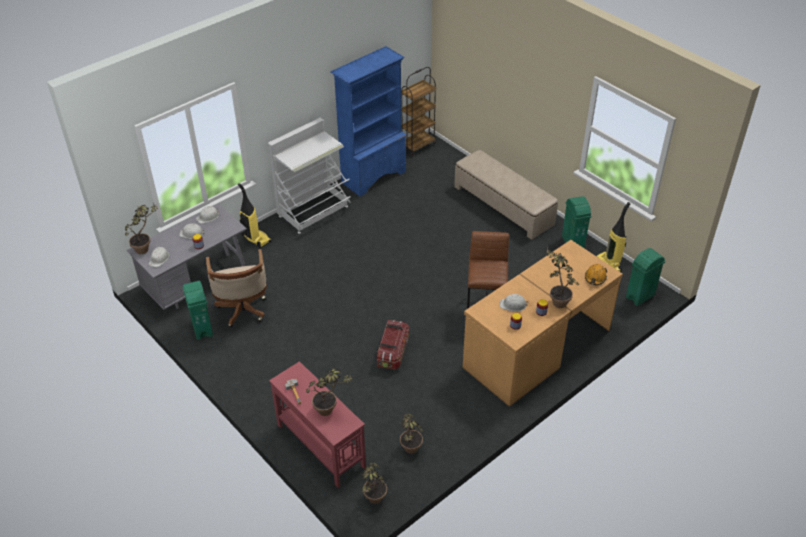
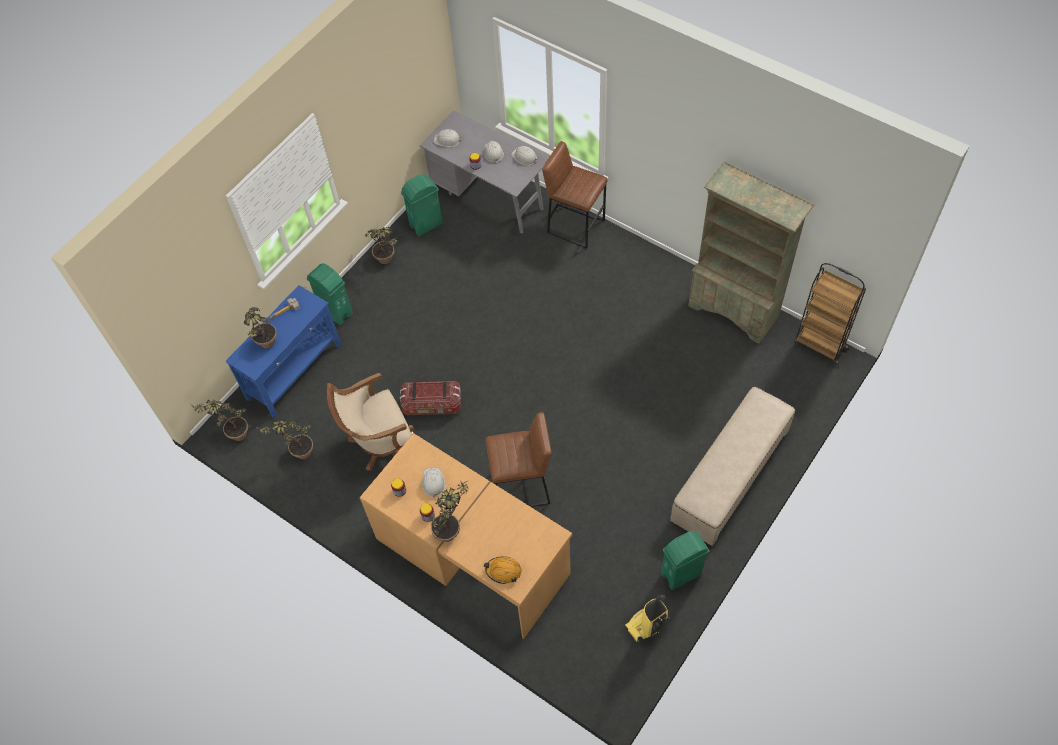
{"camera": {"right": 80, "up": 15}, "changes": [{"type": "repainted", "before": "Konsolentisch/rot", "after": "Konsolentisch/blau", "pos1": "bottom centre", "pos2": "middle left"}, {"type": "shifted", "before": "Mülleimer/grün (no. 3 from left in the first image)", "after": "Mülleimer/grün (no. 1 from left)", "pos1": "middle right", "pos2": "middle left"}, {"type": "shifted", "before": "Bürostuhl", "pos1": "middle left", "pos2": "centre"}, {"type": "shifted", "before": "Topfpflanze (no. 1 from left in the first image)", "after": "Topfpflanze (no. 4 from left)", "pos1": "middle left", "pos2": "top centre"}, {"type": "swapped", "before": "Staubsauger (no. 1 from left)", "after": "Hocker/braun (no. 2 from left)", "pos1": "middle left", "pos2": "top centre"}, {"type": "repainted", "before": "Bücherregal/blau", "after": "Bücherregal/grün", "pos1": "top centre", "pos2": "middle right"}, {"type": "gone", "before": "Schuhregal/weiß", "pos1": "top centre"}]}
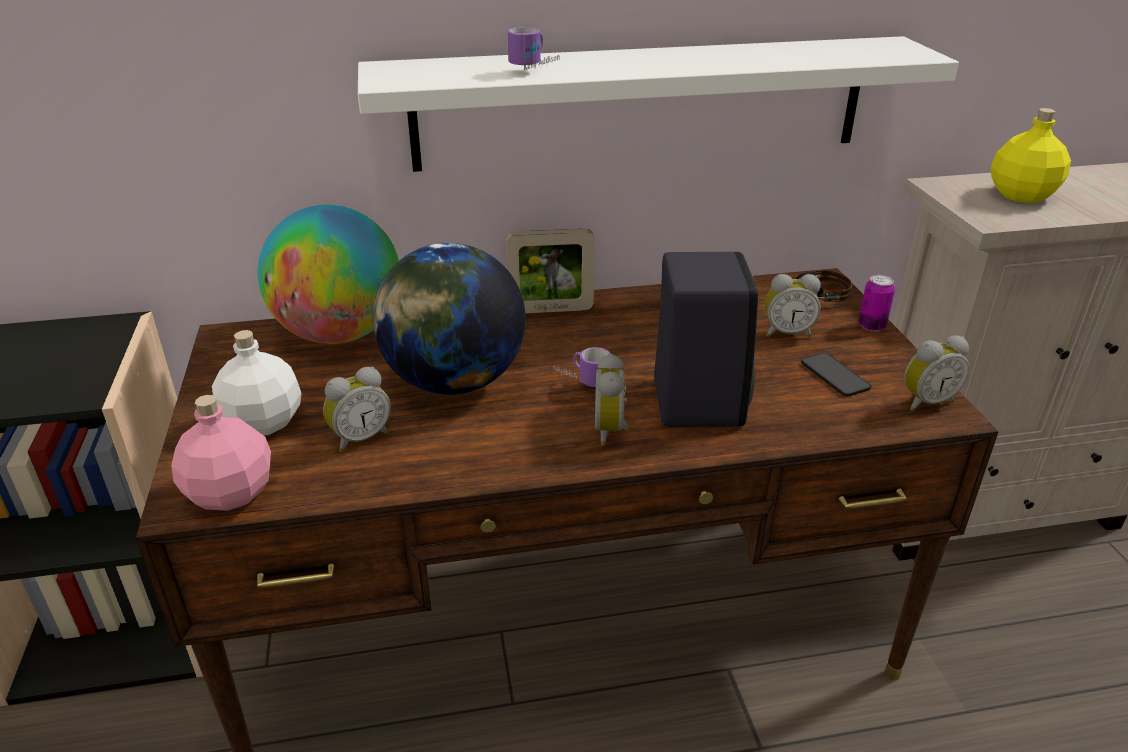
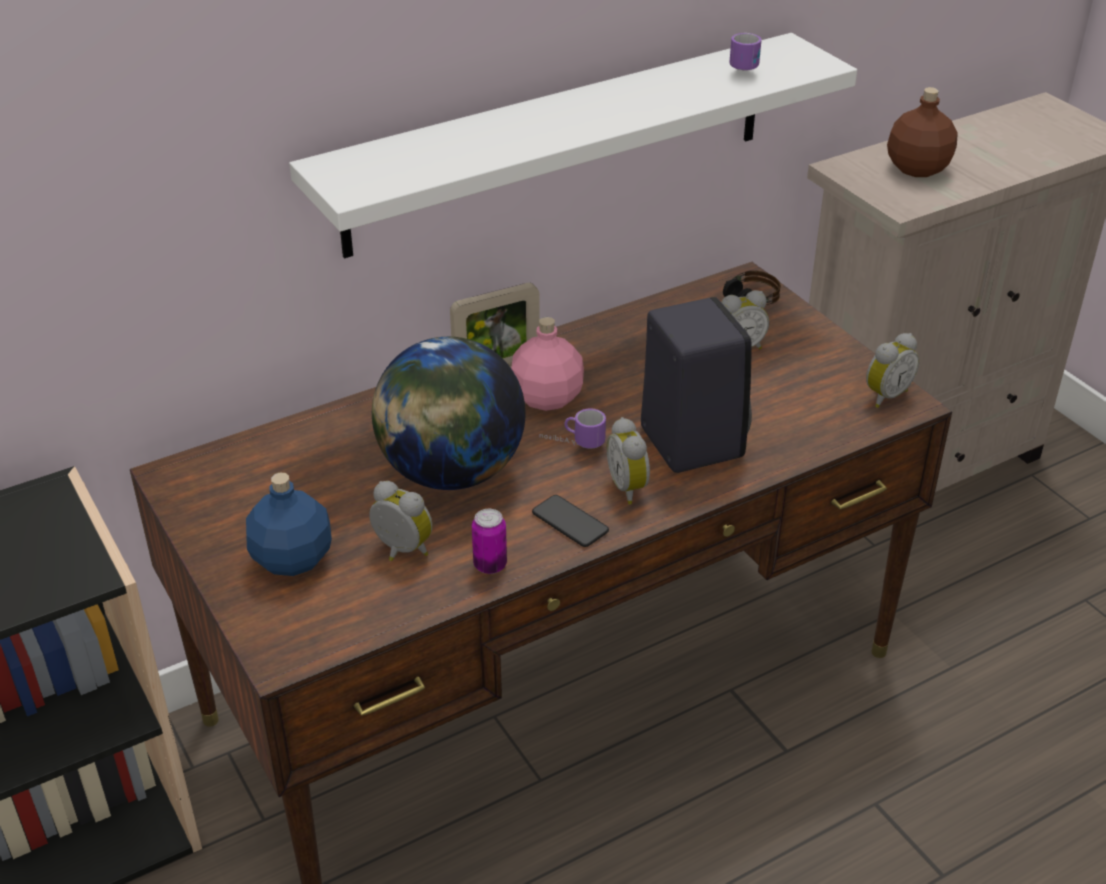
{"camera": {"right": -20, "up": 5}, "changes": [{"type": "repainted", "before": "Flasche/weiß", "after": "Flasche/blau", "pos1": "middle left", "pos2": "middle left"}, {"type": "rotated", "before": "Wecker (no. 1 from left)", "pos1": "middle left", "pos2": "centre", "turn": -90}, {"type": "shifted", "before": "Dose", "pos1": "middle right", "pos2": "centre"}, {"type": "shifted", "before": "Flasche/rosa", "pos1": "middle left", "pos2": "centre"}, {"type": "shifted", "before": "Handy", "pos1": "middle right", "pos2": "centre"}, {"type": "shifted", "before": "Henkelbecher (no. 1 from left in the first image)", "after": "Henkelbecher (no. 2 from left)", "pos1": "top centre", "pos2": "top right"}, {"type": "repainted", "before": "Flasche/gelb", "after": "Flasche/braun", "pos1": "top right", "pos2": "top right"}, {"type": "gone", "before": "Globus (no. 1 from left)", "pos1": "middle left"}]}
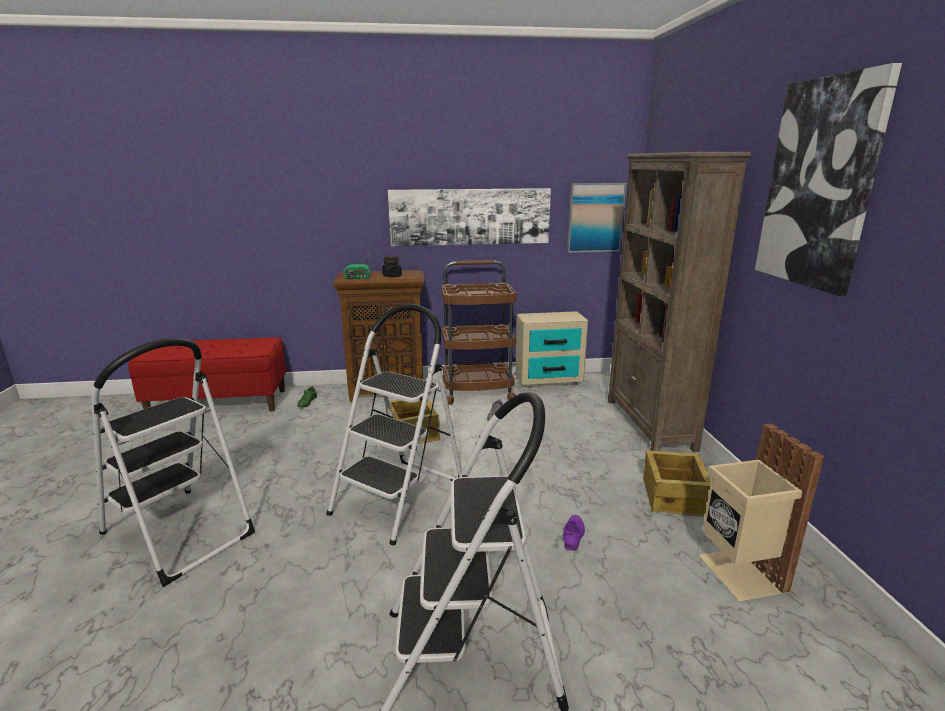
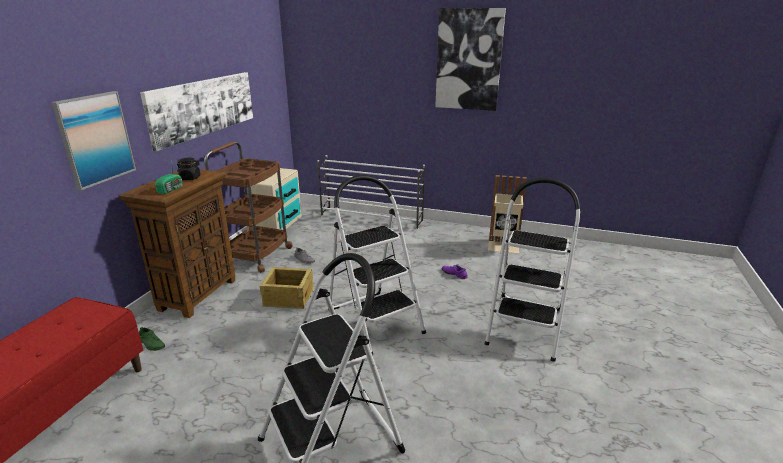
{"camera": {"right": -65, "up": 5}, "changes": [{"type": "shifted", "before": "Bild (no. 2 from left in the first image)", "after": "Bild (no. 1 from left)", "pos1": "top centre", "pos2": "top left"}, {"type": "swapped", "before": "Bücherregal/braun", "after": "Schuhregal/weiß", "pos1": "middle right", "pos2": "centre"}, {"type": "gone", "before": "Kiste (no. 2 from left)", "pos1": "bottom right"}]}
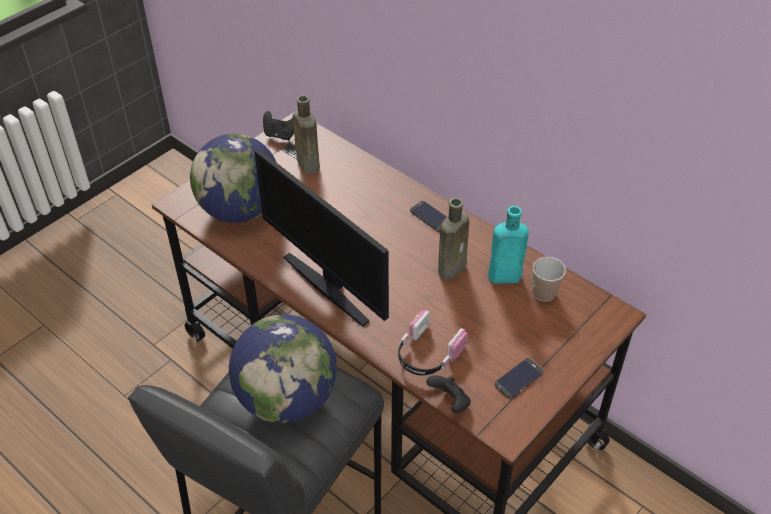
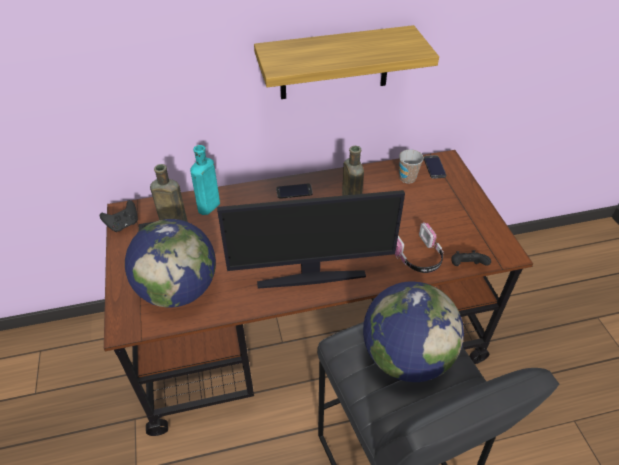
{"camera": {"right": -55, "up": 0}, "changes": [{"type": "shifted", "before": "Flasche/türkis", "pos1": "centre", "pos2": "middle left"}, {"type": "new", "after": "Wandregal", "pos2": "top centre"}, {"type": "shifted", "before": "Handy (no. 2 from left)", "pos1": "bottom right", "pos2": "middle right"}]}
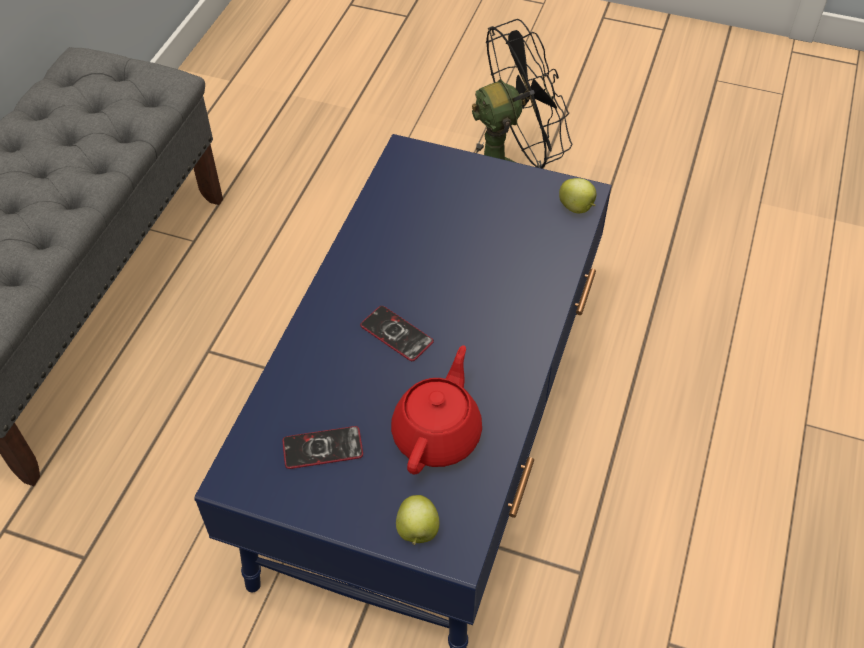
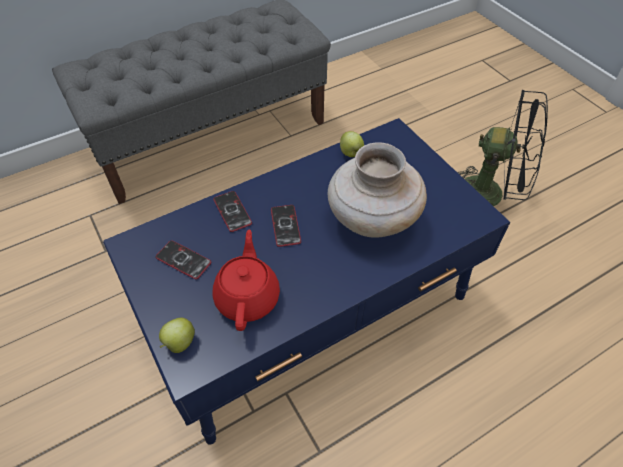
{"camera": {"right": 40, "up": 0}, "changes": [{"type": "new", "after": "Handy (no. 2 from left)", "pos2": "centre"}, {"type": "rotated", "before": "Teekanne/rot", "pos1": "centre", "pos2": "centre", "turn": -60}, {"type": "new", "after": "Vase/beige", "pos2": "centre"}, {"type": "shifted", "before": "Apfel (no. 2 from left)", "pos1": "top right", "pos2": "top centre"}]}
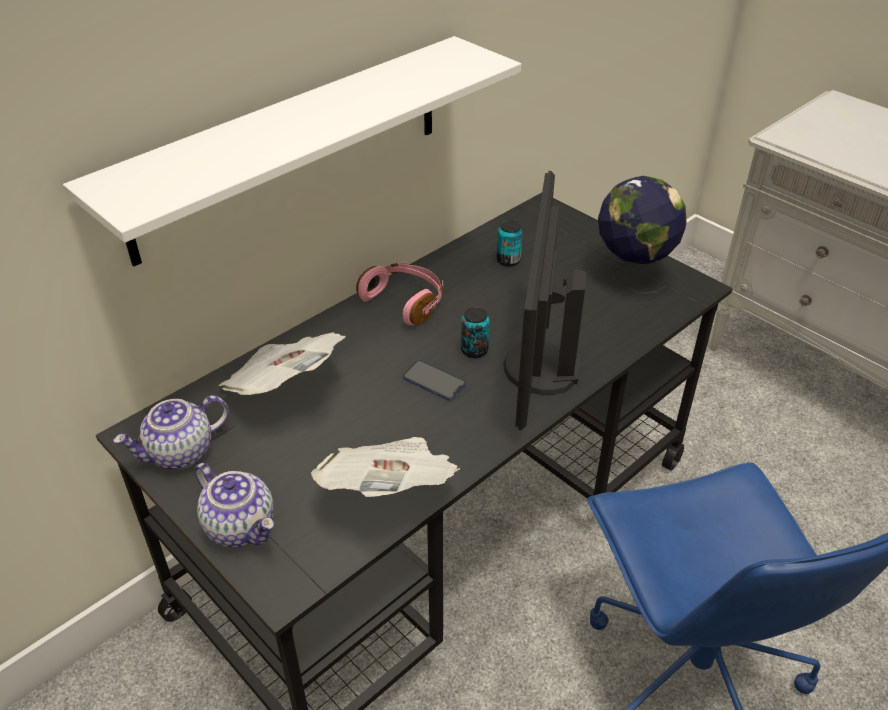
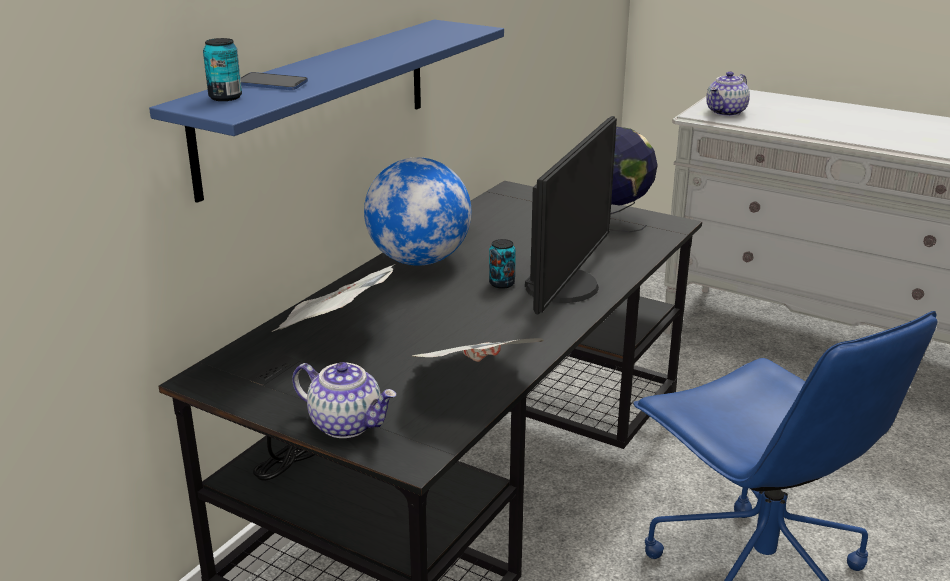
{"camera": {"right": -15, "up": -15}, "changes": [{"type": "repainted", "before": "Wandregal/weiß", "after": "Wandregal/blau", "pos1": "top left", "pos2": "top centre"}, {"type": "shifted", "before": "Dose (no. 2 from left in the first image)", "after": "Dose (no. 1 from left)", "pos1": "centre", "pos2": "top left"}, {"type": "shifted", "before": "Handy", "pos1": "centre", "pos2": "top left"}, {"type": "swapped", "before": "Kopfhörer/rosa", "after": "Globus (no. 1 from left)", "pos1": "centre", "pos2": "centre"}, {"type": "rotated", "before": "Monitor", "pos1": "centre", "pos2": "centre", "turn": -150}, {"type": "shifted", "before": "Teekanne (no. 1 from left in the first image)", "after": "Teekanne (no. 2 from left)", "pos1": "middle left", "pos2": "top right"}]}
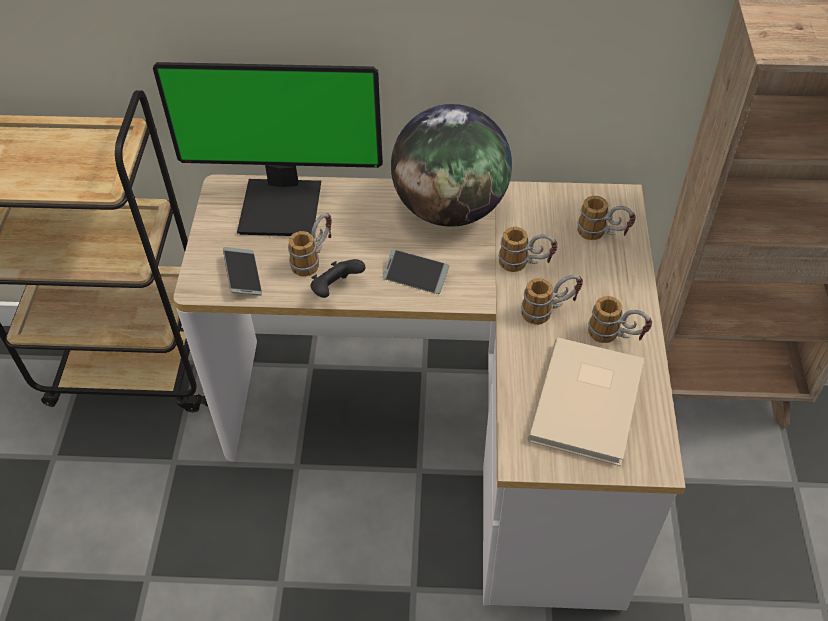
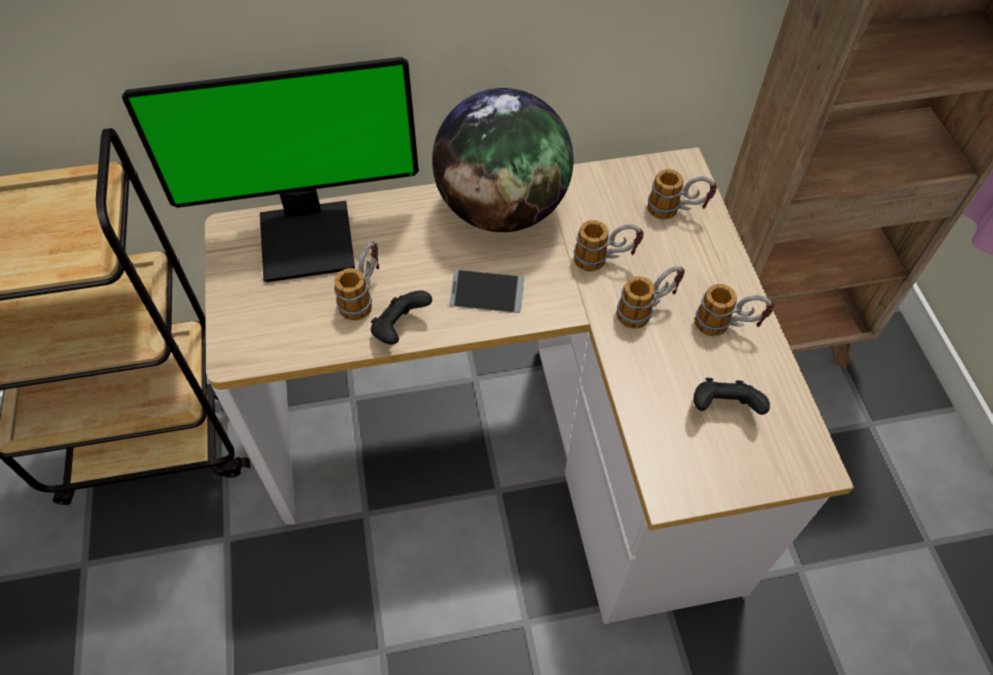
{"camera": {"right": -15, "up": 5}, "changes": [{"type": "swapped", "before": "Buch/beige", "after": "Gamepad/schwarz (no. 2 from left)", "pos1": "middle right", "pos2": "middle right"}, {"type": "gone", "before": "Handy (no. 1 from left)", "pos1": "middle left"}]}
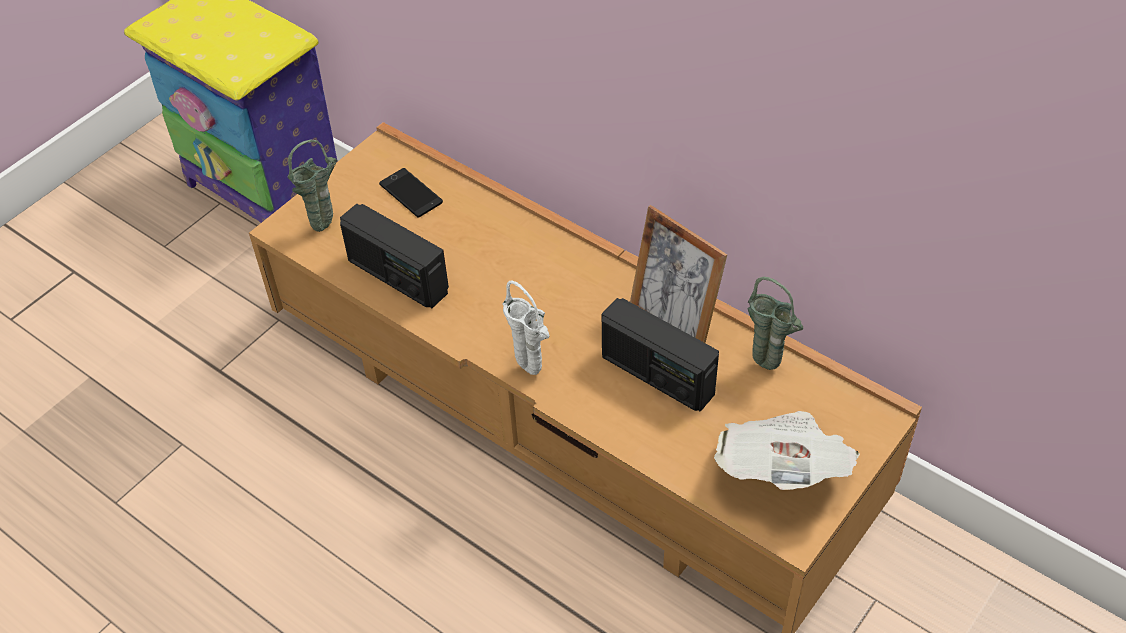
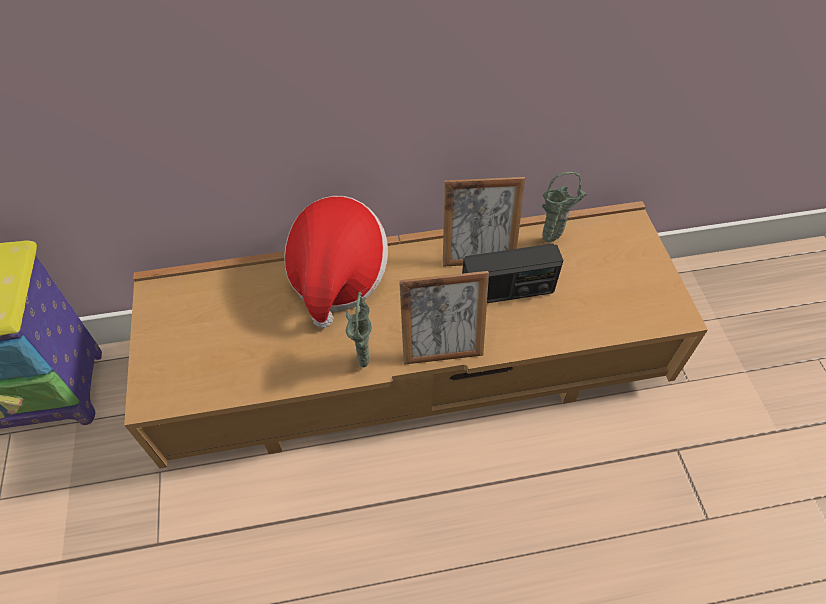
{"camera": {"right": -50, "up": 5}, "changes": [{"type": "new", "after": "Hut", "pos2": "centre"}, {"type": "shifted", "before": "Vase/grün (no. 1 from left)", "pos1": "top left", "pos2": "centre"}, {"type": "swapped", "before": "Vase/weiß", "after": "Bilderrahmen (no. 1 from left)", "pos1": "centre", "pos2": "centre"}, {"type": "gone", "before": "Radio (no. 1 from left)", "pos1": "centre"}, {"type": "gone", "before": "Handy", "pos1": "top centre"}, {"type": "gone", "before": "Zeitung", "pos1": "bottom right"}]}
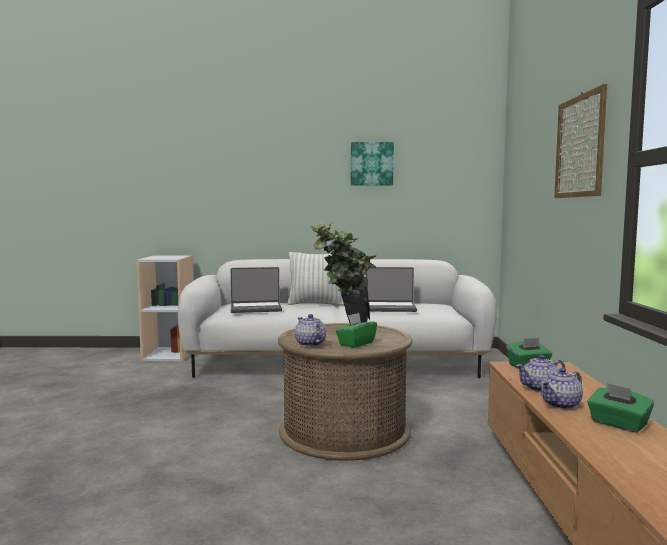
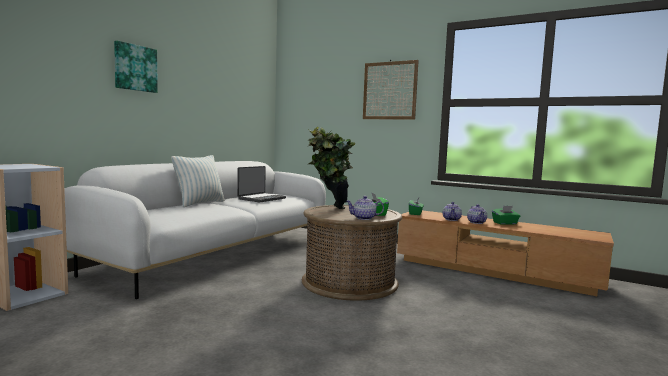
{"camera": {"right": -60, "up": 0}, "changes": [{"type": "shifted", "before": "Bild (no. 1 from left)", "pos1": "top centre", "pos2": "top left"}, {"type": "gone", "before": "Laptop (no. 1 from left)", "pos1": "centre"}]}
